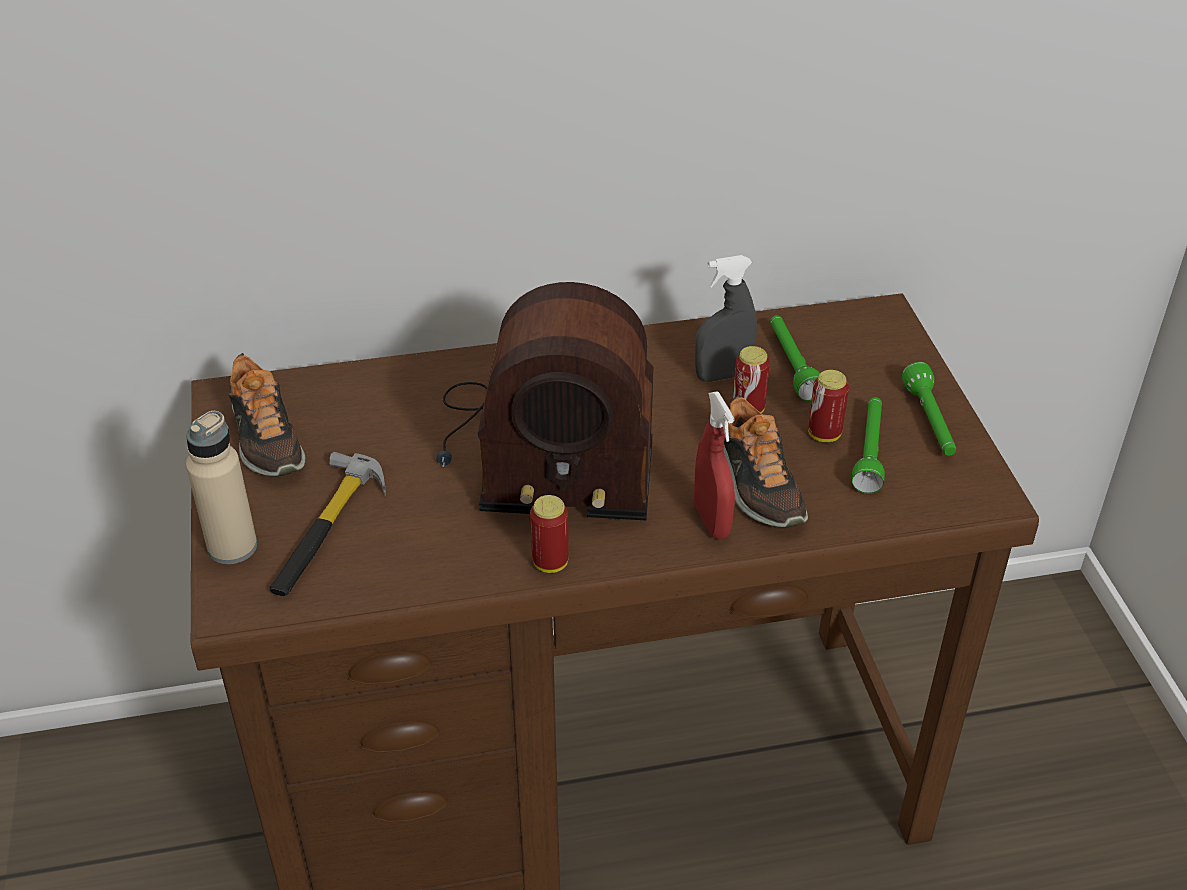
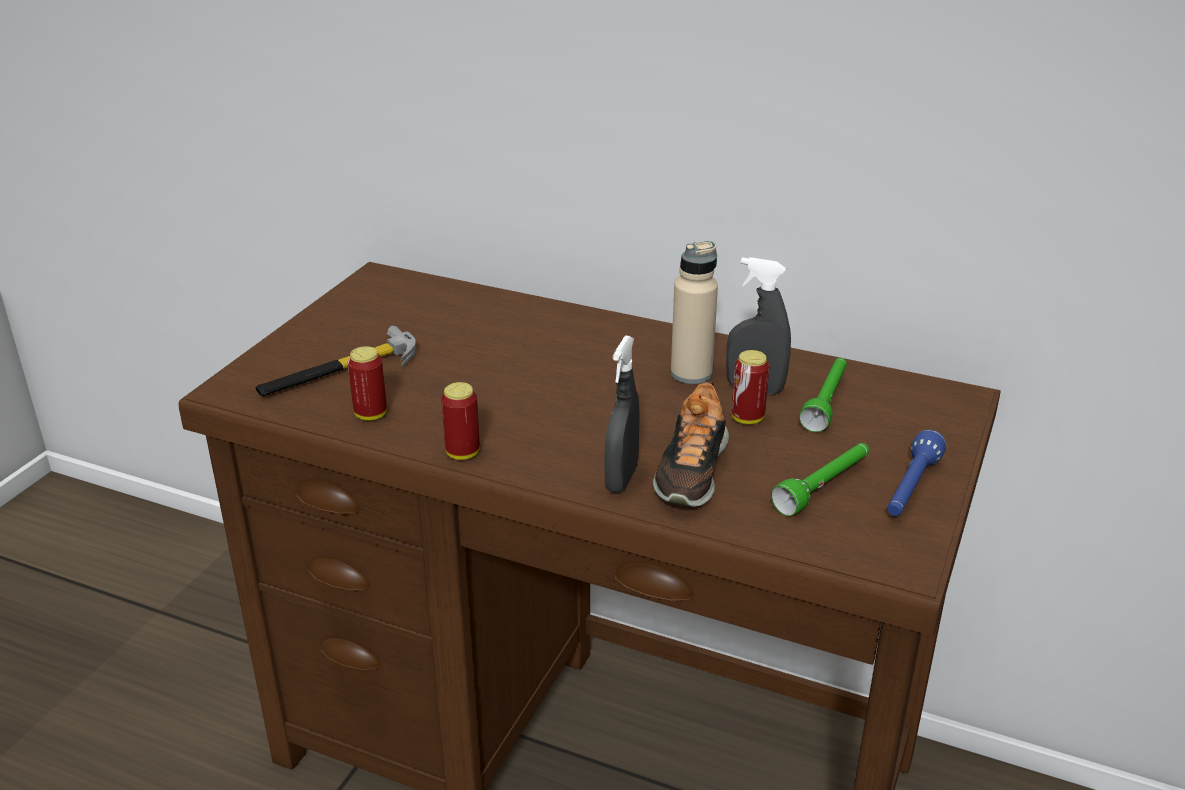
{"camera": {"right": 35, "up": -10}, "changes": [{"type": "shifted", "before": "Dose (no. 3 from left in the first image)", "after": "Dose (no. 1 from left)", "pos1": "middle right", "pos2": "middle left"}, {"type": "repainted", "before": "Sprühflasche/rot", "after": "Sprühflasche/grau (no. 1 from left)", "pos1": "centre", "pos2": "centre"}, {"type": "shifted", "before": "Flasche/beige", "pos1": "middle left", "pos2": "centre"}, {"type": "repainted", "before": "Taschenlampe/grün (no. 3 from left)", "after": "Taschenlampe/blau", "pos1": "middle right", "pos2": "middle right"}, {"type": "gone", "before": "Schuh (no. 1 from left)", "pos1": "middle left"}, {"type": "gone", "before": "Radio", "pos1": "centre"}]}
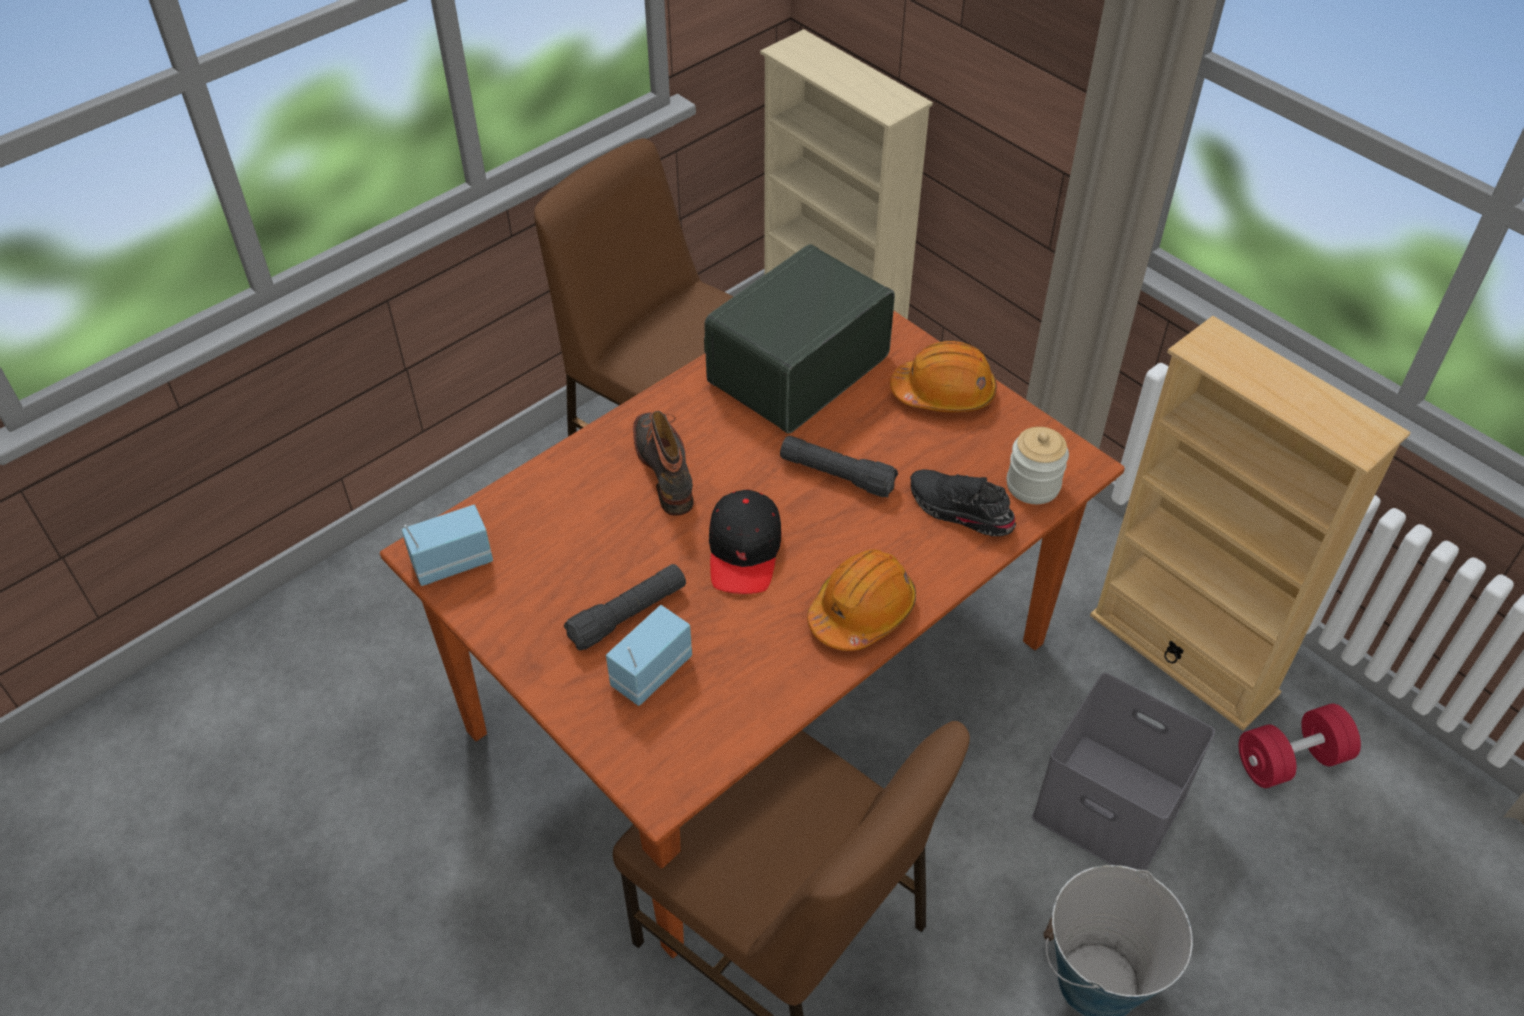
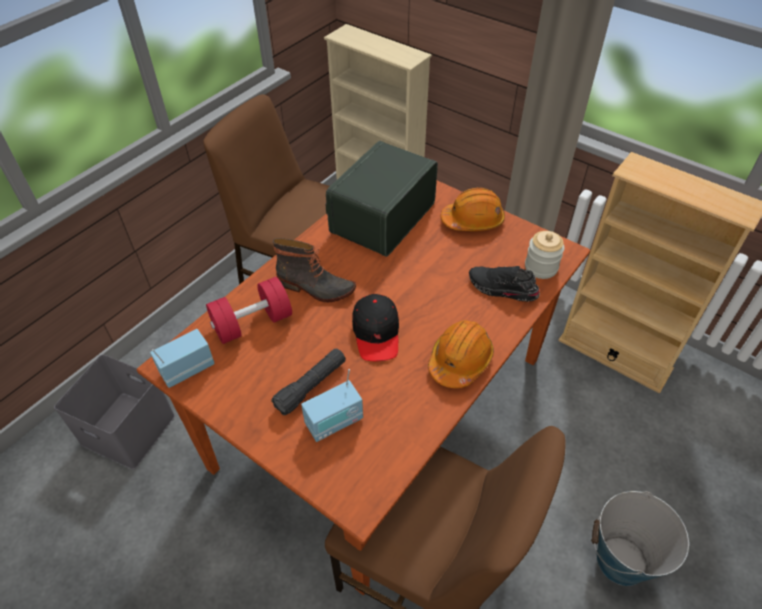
{"camera": {"right": -10, "up": 0}, "changes": [{"type": "shifted", "before": "Aufbewahrungsbox/grau", "pos1": "bottom right", "pos2": "bottom left"}, {"type": "shifted", "before": "Hantel/rot", "pos1": "bottom right", "pos2": "middle left"}, {"type": "rotated", "before": "Stiefel", "pos1": "centre", "pos2": "centre", "turn": 135}, {"type": "rotated", "before": "Radio (no. 2 from left)", "pos1": "centre", "pos2": "centre", "turn": -150}, {"type": "gone", "before": "Taschenlampe/schwarz (no. 2 from left)", "pos1": "centre"}]}
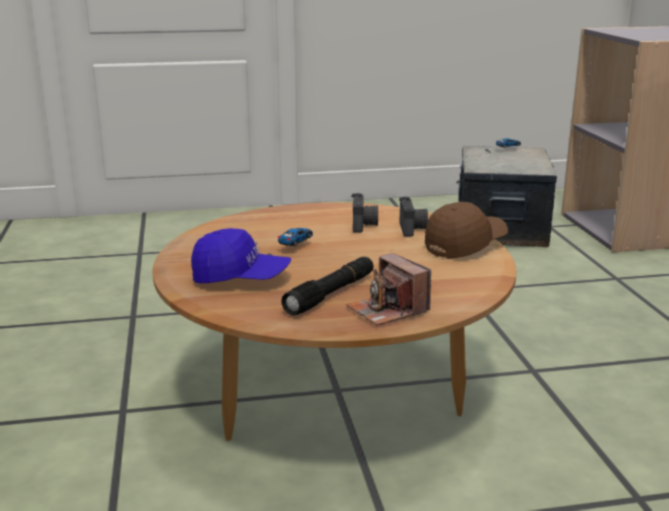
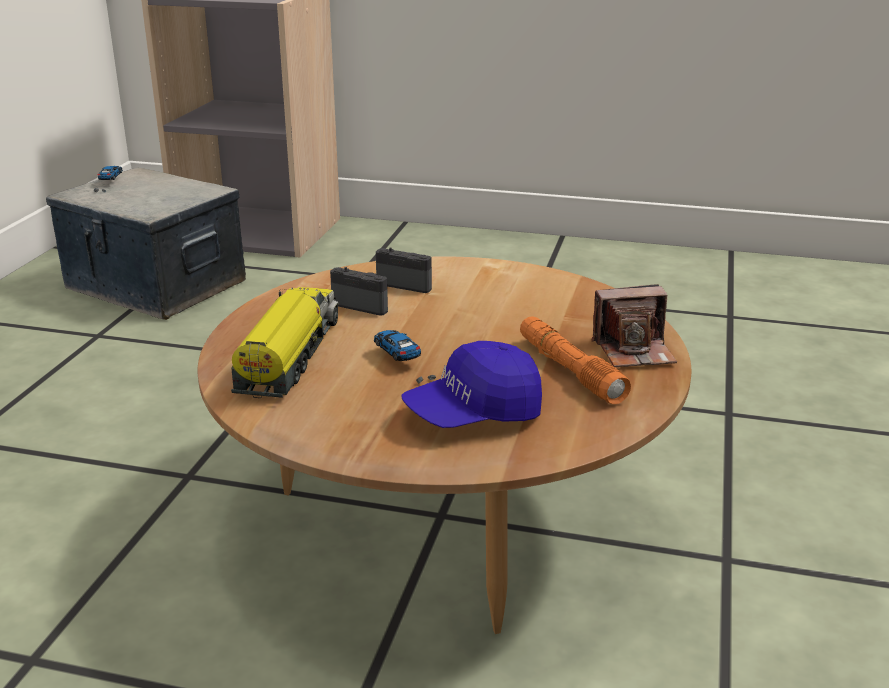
{"camera": {"right": -65, "up": 5}, "changes": [{"type": "new", "after": "Spielzeuglaster", "pos2": "middle left"}, {"type": "rotated", "before": "Kappe/blau", "pos1": "centre", "pos2": "centre", "turn": -150}, {"type": "repainted", "before": "Taschenlampe/schwarz", "after": "Taschenlampe/orange", "pos1": "centre", "pos2": "centre"}, {"type": "gone", "before": "Kappe/braun", "pos1": "middle right"}]}
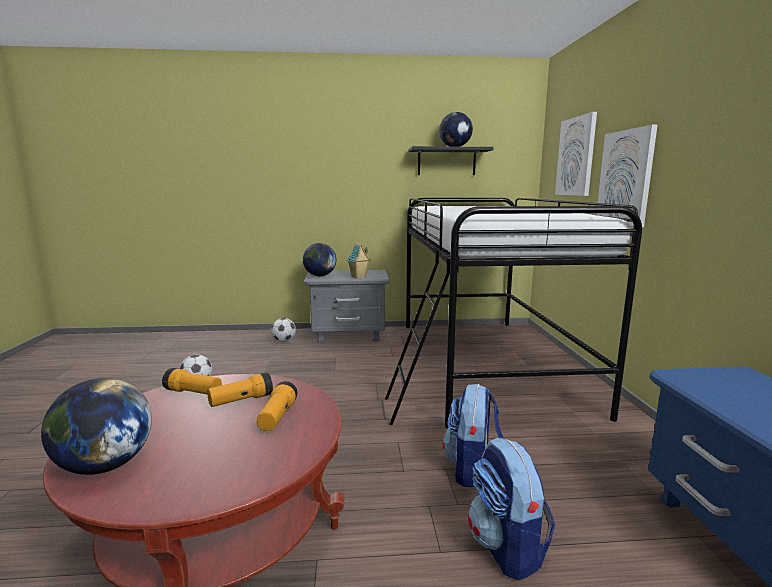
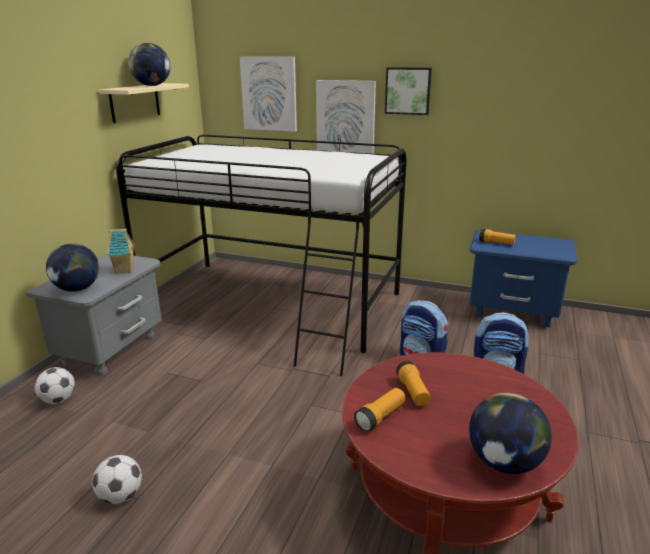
{"camera": {"right": -65, "up": 10}, "changes": [{"type": "repainted", "before": "Wandregal/schwarz", "after": "Wandregal/beige", "pos1": "top centre", "pos2": "top left"}, {"type": "new", "after": "Bild (no. 3 from left)", "pos2": "top centre"}, {"type": "shifted", "before": "Taschenlampe (no. 3 from left)", "pos1": "bottom centre", "pos2": "middle right"}]}
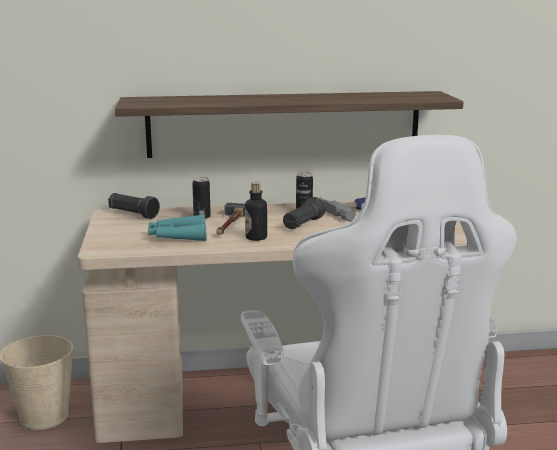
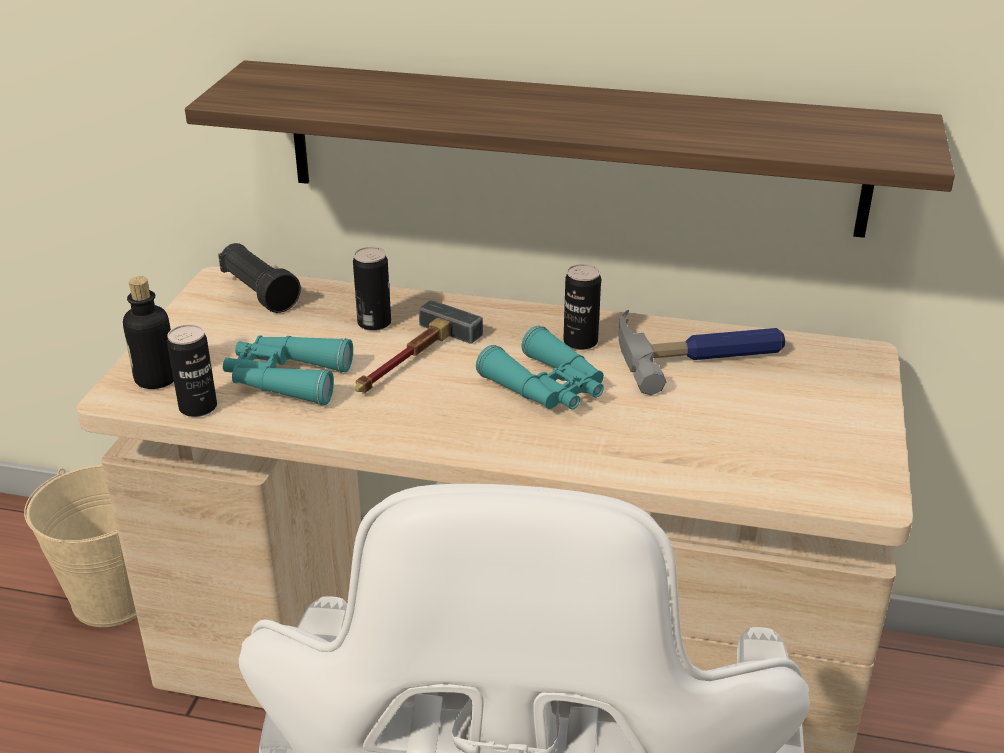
{"camera": {"right": 20, "up": 15}, "changes": [{"type": "shifted", "before": "Flasche", "pos1": "centre", "pos2": "middle left"}, {"type": "new", "after": "Dose (no. 1 from left)", "pos2": "middle left"}, {"type": "swapped", "before": "Taschenlampe/schwarz (no. 2 from left)", "after": "Fernglas/türkis (no. 2 from left)", "pos1": "centre", "pos2": "centre"}]}
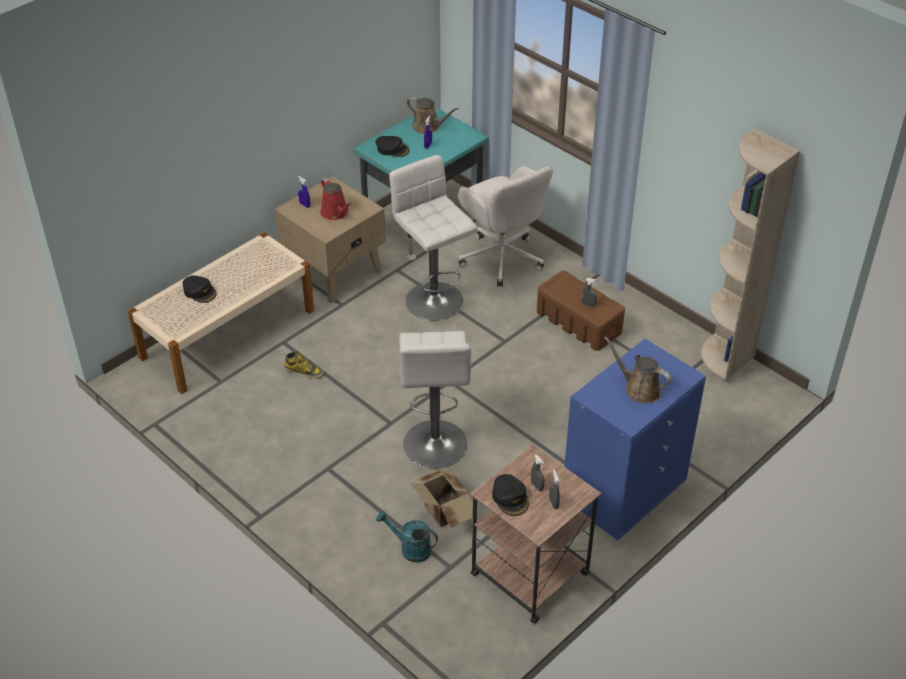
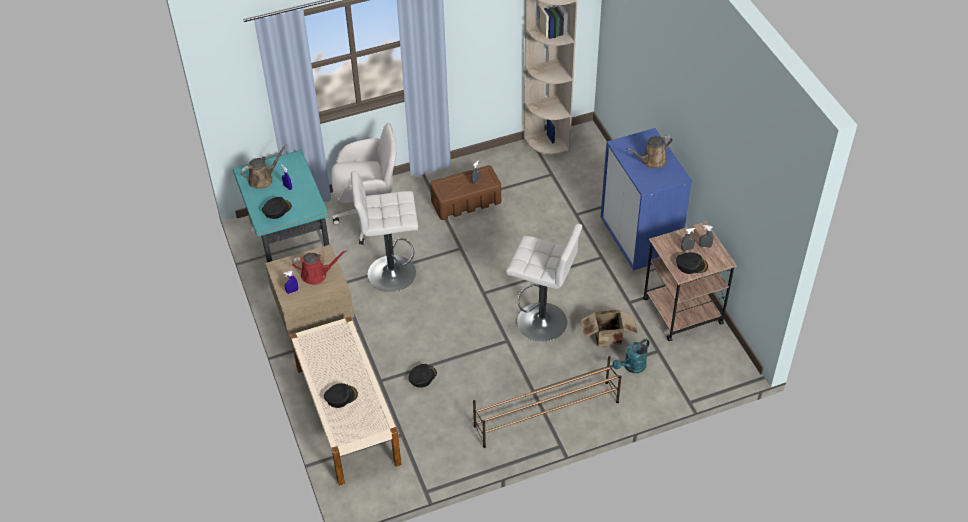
{"camera": {"right": -65, "up": 5}, "changes": [{"type": "swapped", "before": "Stiefel", "after": "Kappe/schwarz (no. 3 from left)", "pos1": "centre", "pos2": "bottom centre"}, {"type": "new", "after": "Schuhregal/braun", "pos2": "bottom centre"}]}
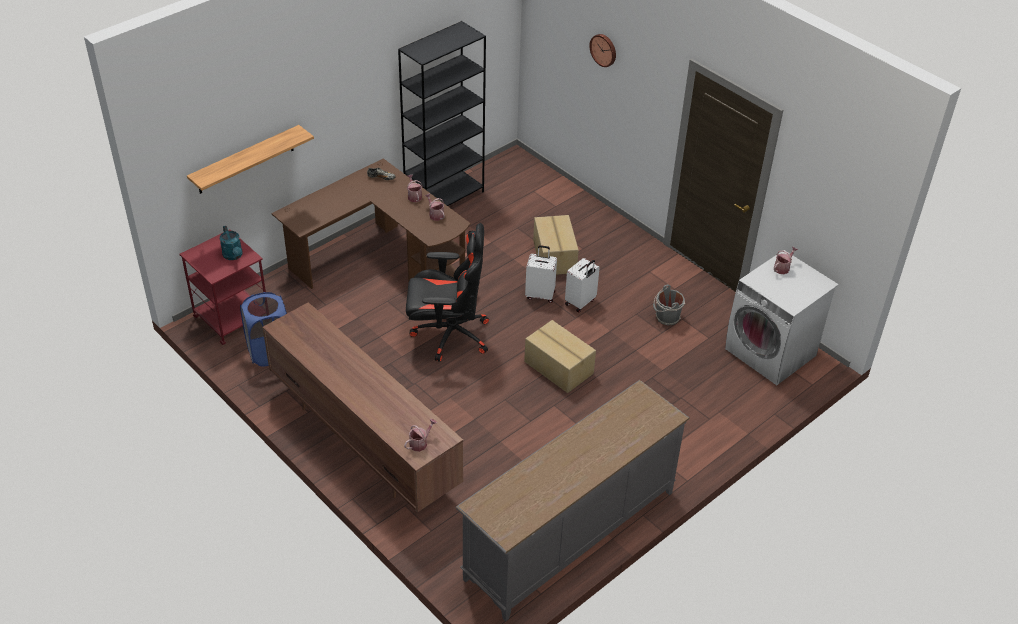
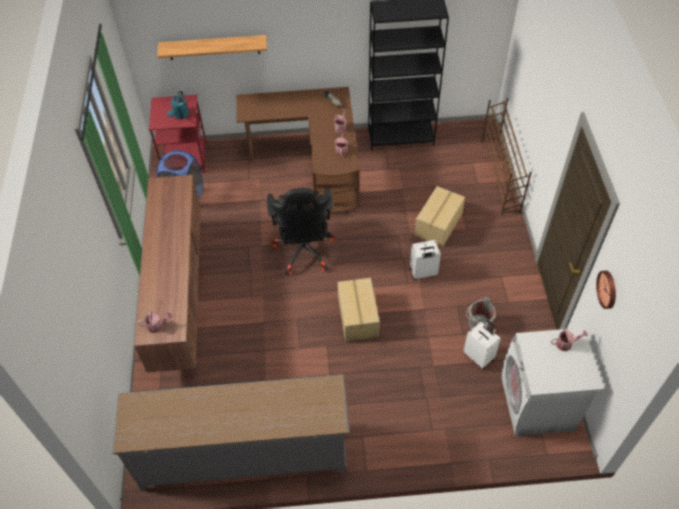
{"camera": {"right": 40, "up": 10}, "changes": [{"type": "rotated", "before": "Bürostuhl/schwarz", "pos1": "centre", "pos2": "centre", "turn": 45}, {"type": "shifted", "before": "Koffer/weiß (no. 1 from left in the first image)", "after": "Koffer/weiß (no. 2 from left)", "pos1": "centre", "pos2": "bottom right"}, {"type": "new", "after": "Schuhregal/braun", "pos2": "top right"}, {"type": "shifted", "before": "Wanduhr", "pos1": "top centre", "pos2": "middle right"}]}
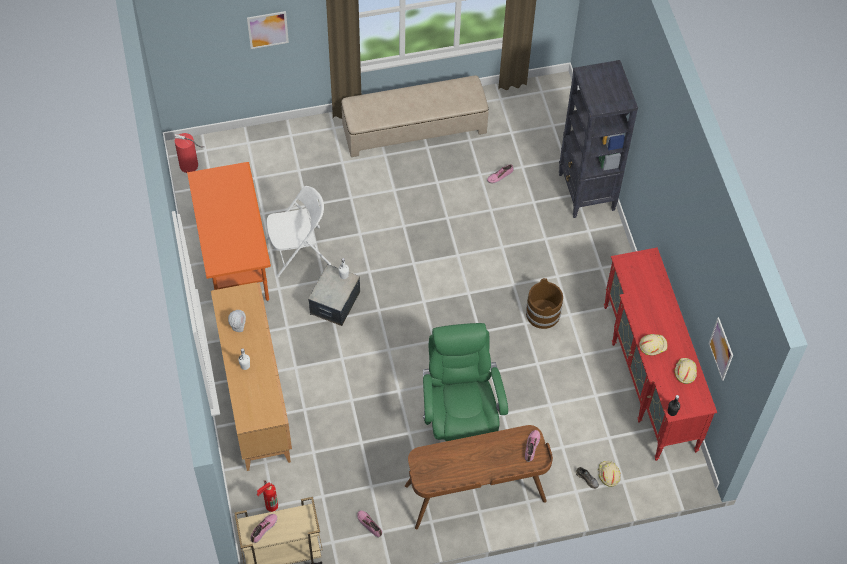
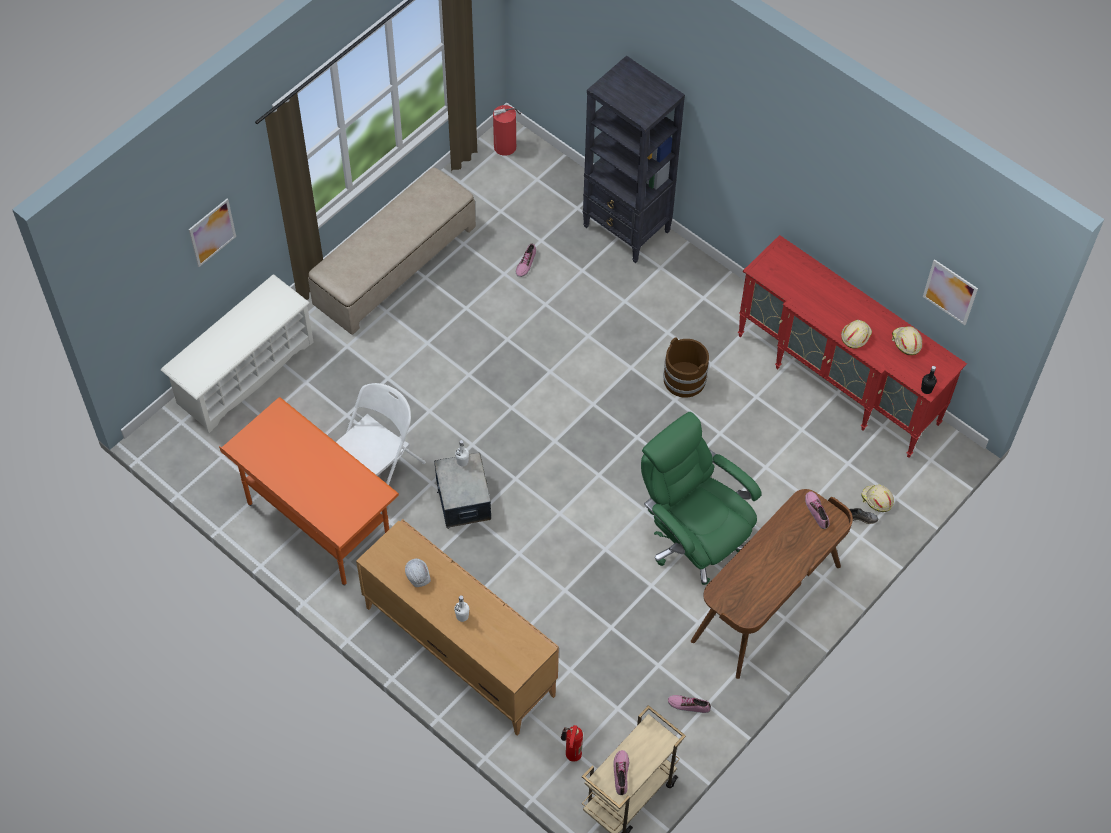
{"camera": {"right": -35, "up": 0}, "changes": [{"type": "new", "after": "Schuhregal/weiß", "pos2": "middle left"}, {"type": "shifted", "before": "Feuerlöscher (no. 1 from left)", "pos1": "top left", "pos2": "top centre"}]}
